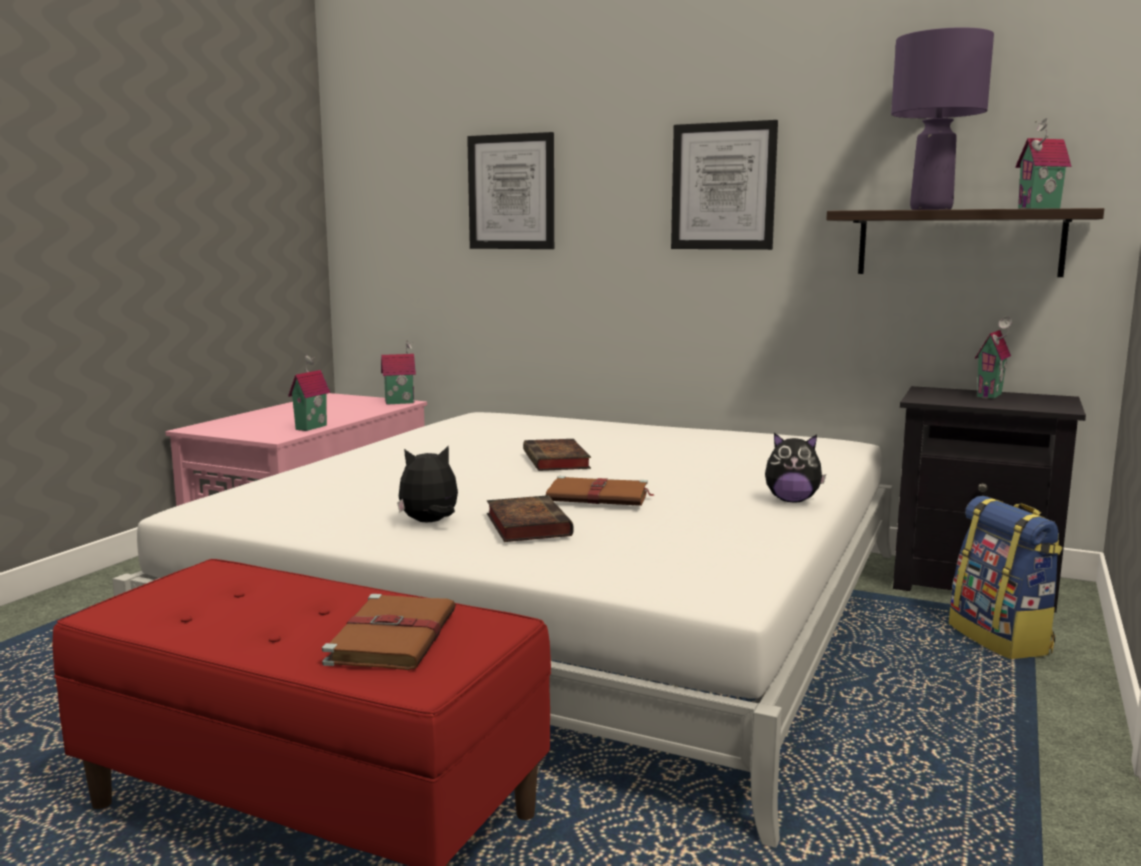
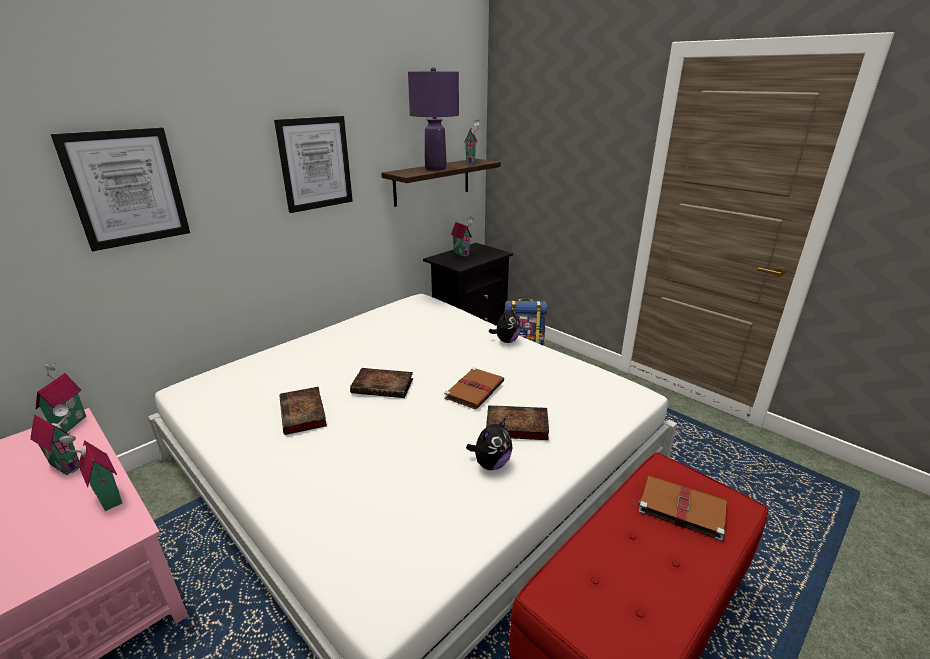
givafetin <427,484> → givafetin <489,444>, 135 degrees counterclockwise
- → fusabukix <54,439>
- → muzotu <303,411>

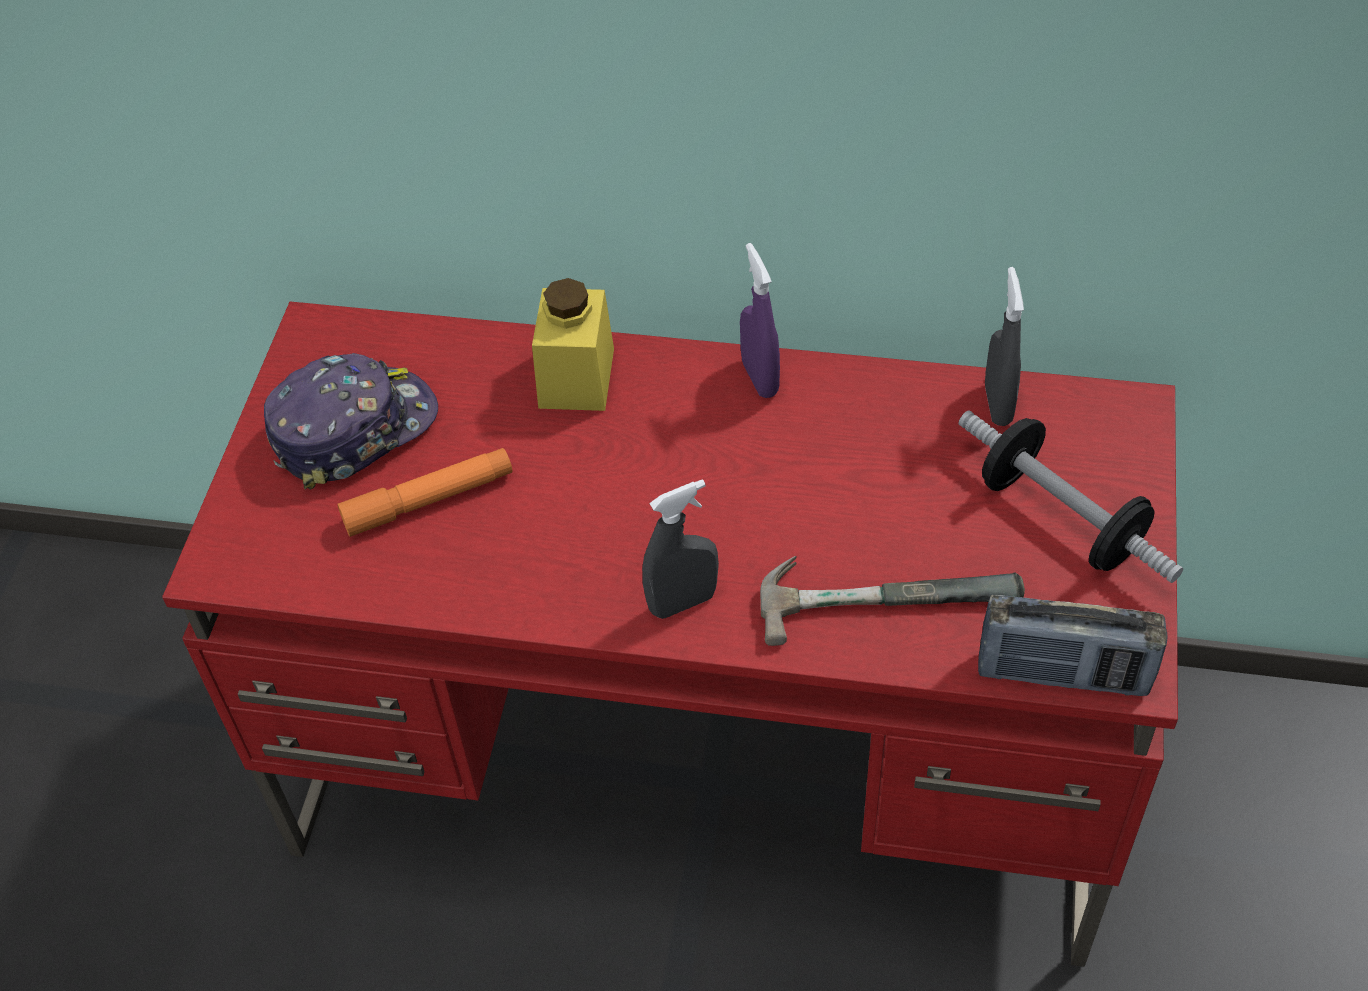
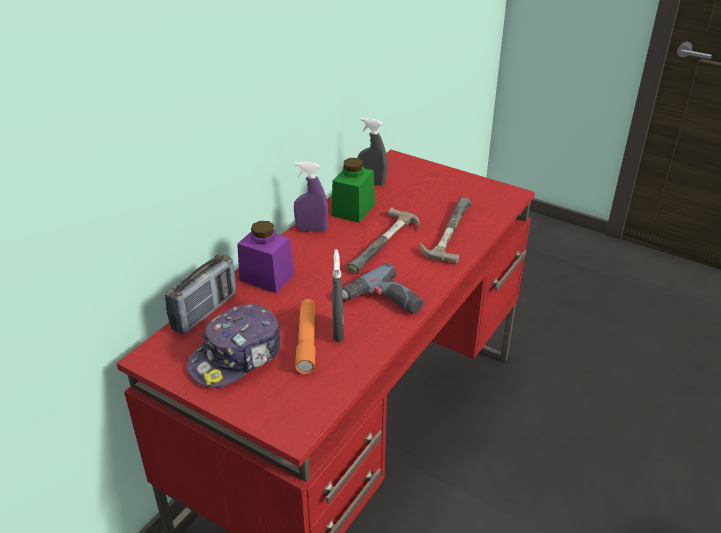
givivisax <351,421> → givivisax <234,346>, 120 degrees counterclockwise
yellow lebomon <573,344> → purple lebomon <266,257>
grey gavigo <680,549> → grey gavigo <338,295>, move
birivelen <1071,497> → -
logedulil <1072,645> → logedulil <200,294>, move
- → green lebomon <353,190>
- → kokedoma <382,288>
- → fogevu <383,241>

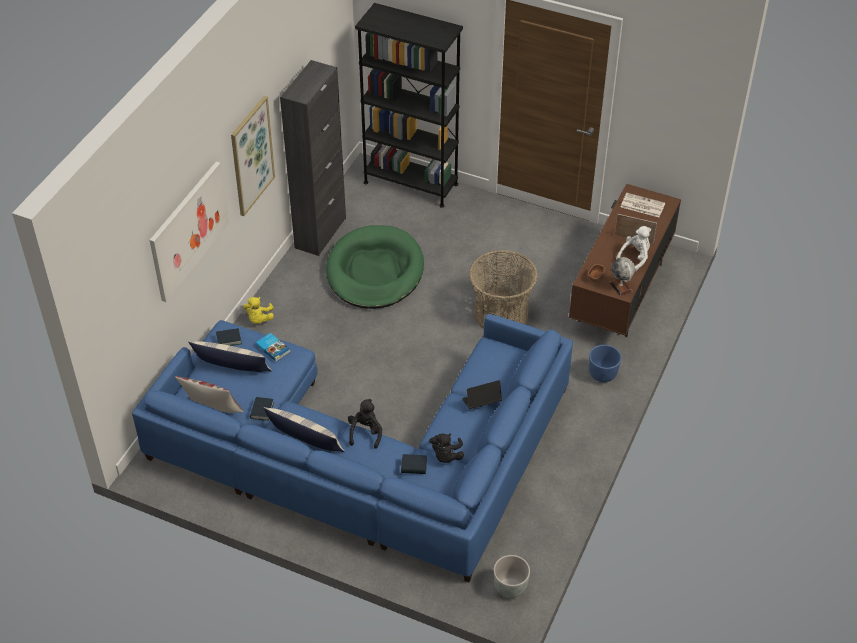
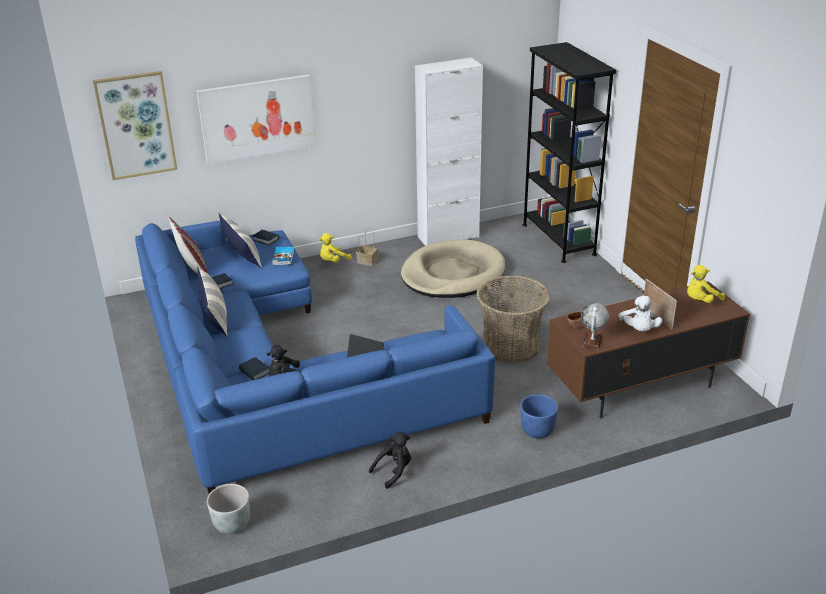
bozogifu <253,156> → bozogifu <135,125>, move
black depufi <313,158> → white depufi <449,151>
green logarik <375,267> → beige logarik <453,269>
black givafetin <365,424> → black givafetin <390,460>, move
white givafetin <633,249> → white givafetin <640,313>, 90 degrees clockwise
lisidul <643,205> → yellow givafetin <706,284>
- → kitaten <367,247>

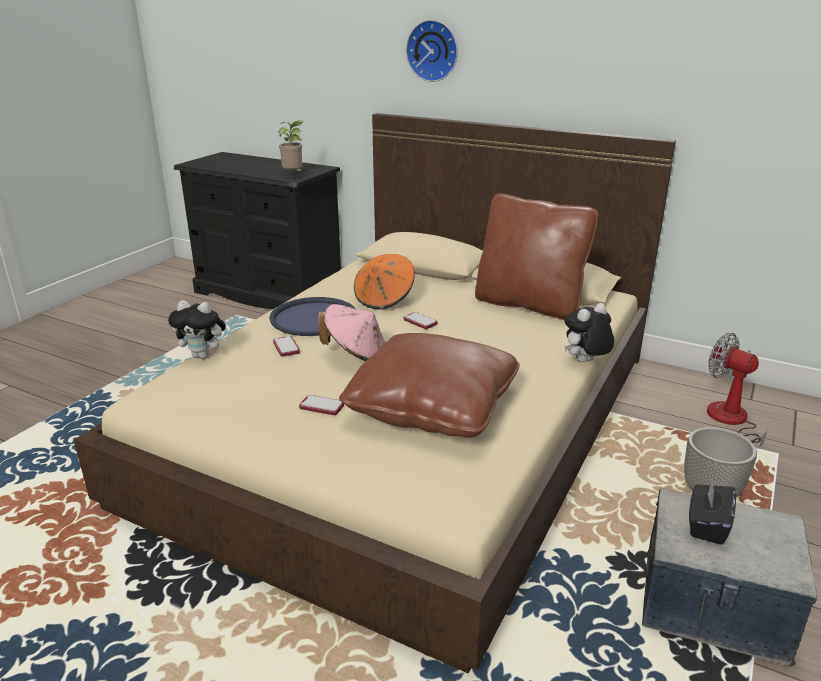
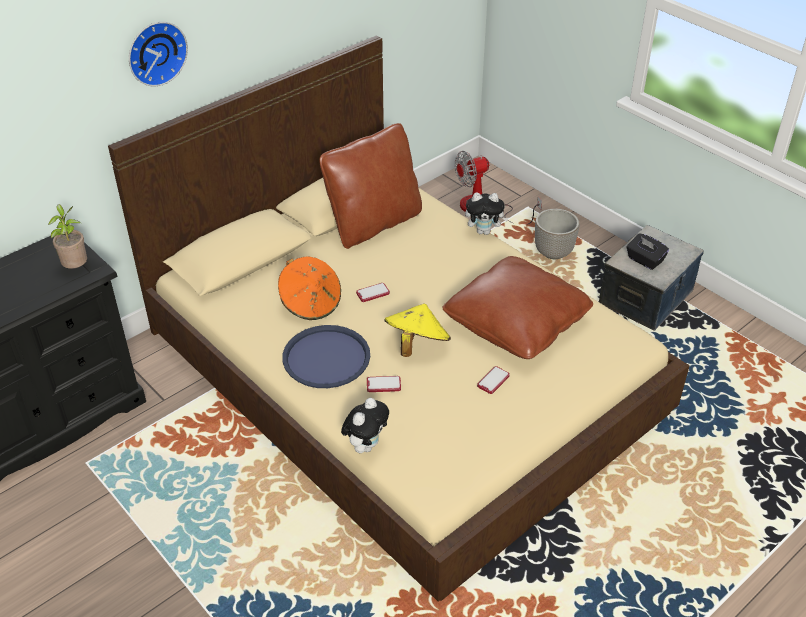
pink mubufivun <352,332> → yellow mubufivun <418,330>
givafetin <589,332> → givafetin <487,213>, 75 degrees counterclockwise

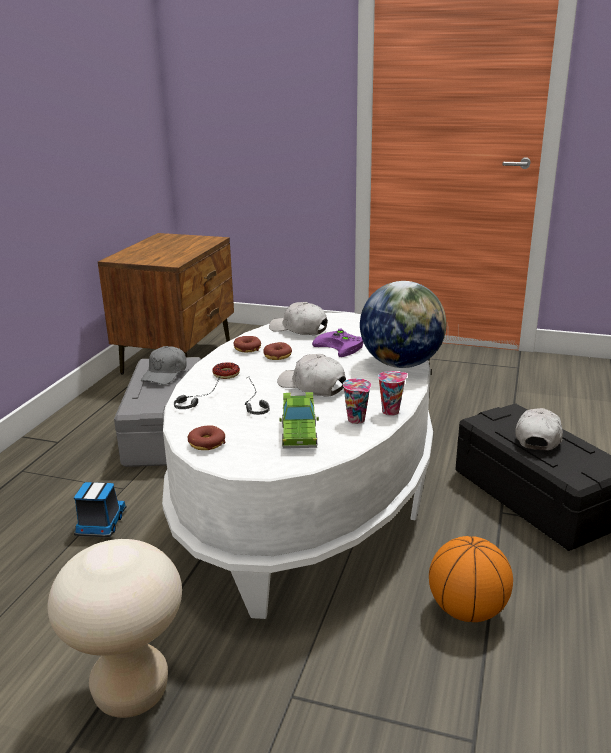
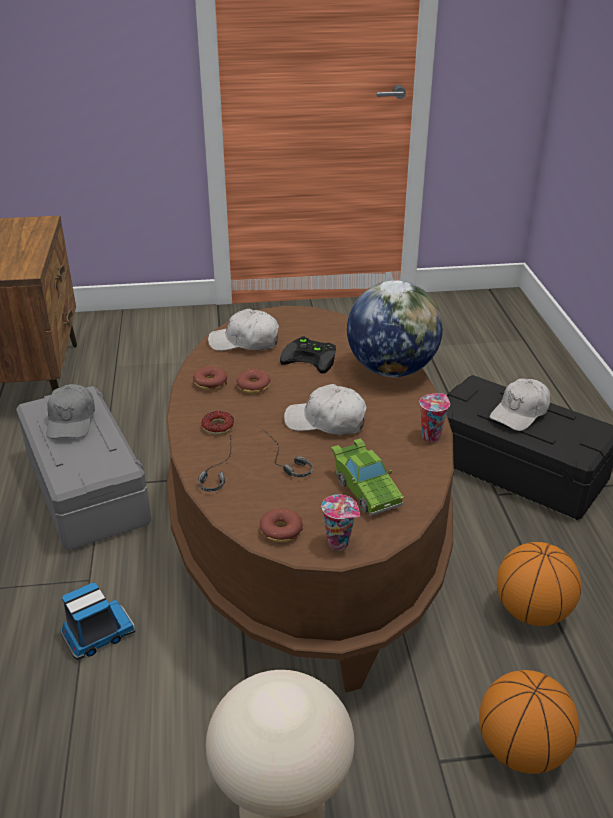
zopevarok <100,509> → zopevarok <97,621>, 75 degrees clockwise
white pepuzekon <297,466> → brown pepuzekon <310,499>
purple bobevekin <337,342> → black bobevekin <308,354>
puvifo <357,401> → puvifo <341,522>, move
white givivisax <539,429> → white givivisax <520,404>, 135 degrees counterclockwise
- → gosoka <529,722>

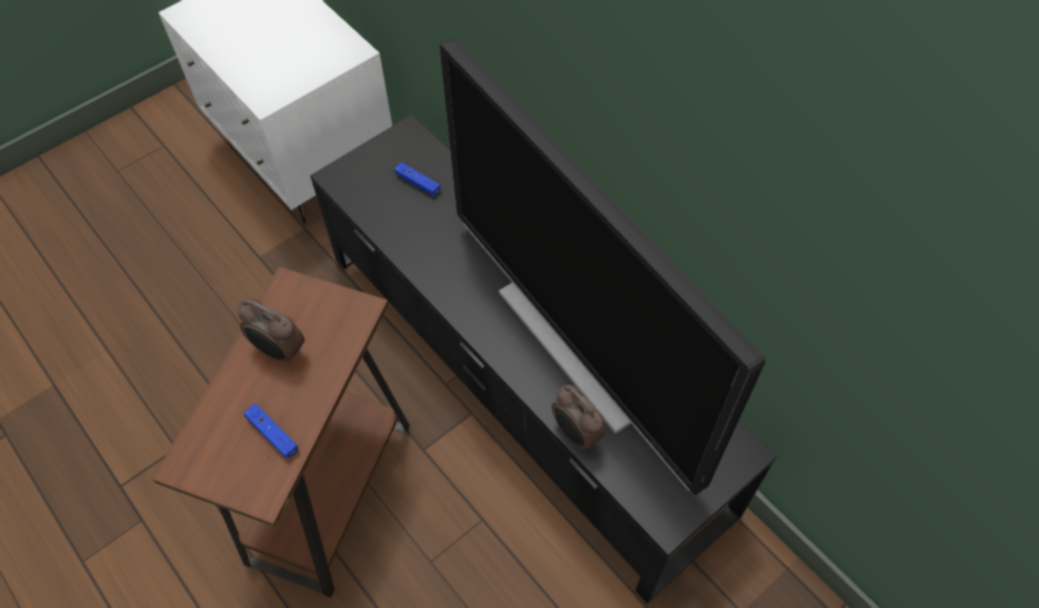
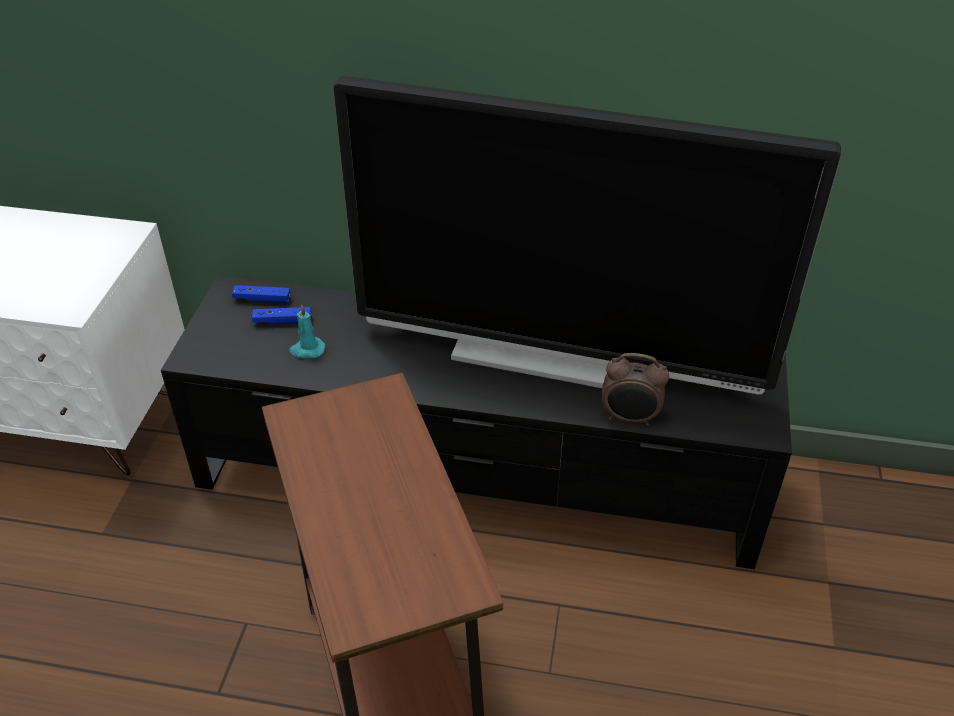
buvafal <271,332> → -
blue bobevekin <271,431> → blue bobevekin <261,294>, move
- → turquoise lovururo <307,331>

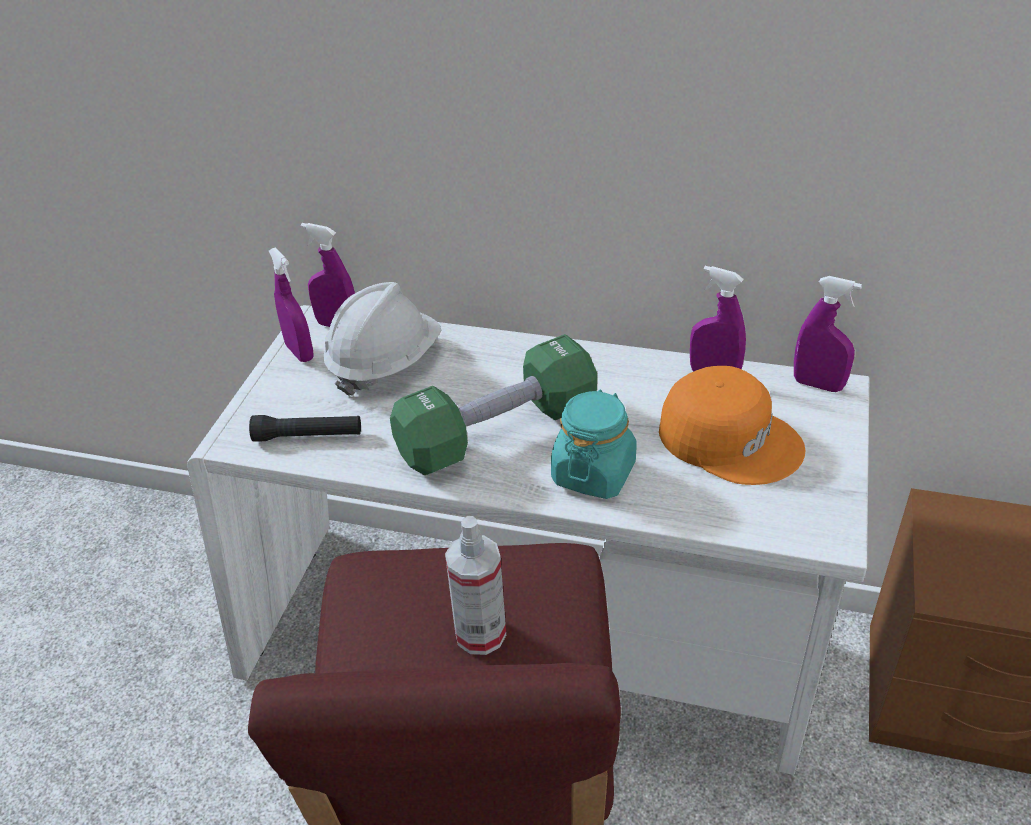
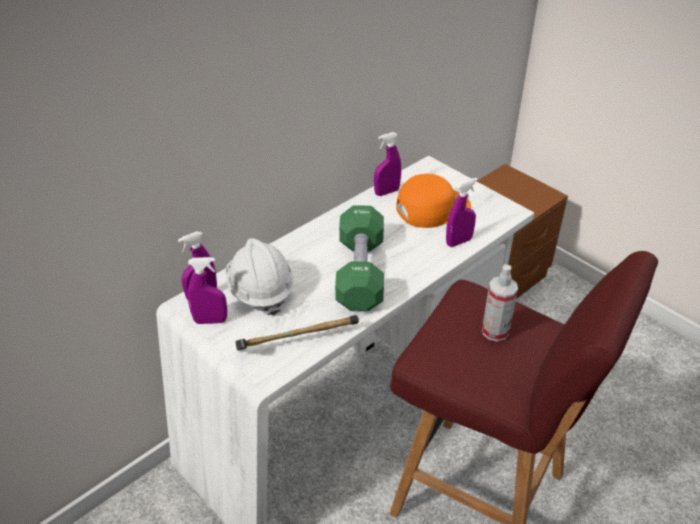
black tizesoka <305,428> → fogevu <297,332>
turquoise lebomon <594,444> → -
purple gavigo <828,334> → purple gavigo <462,212>, move

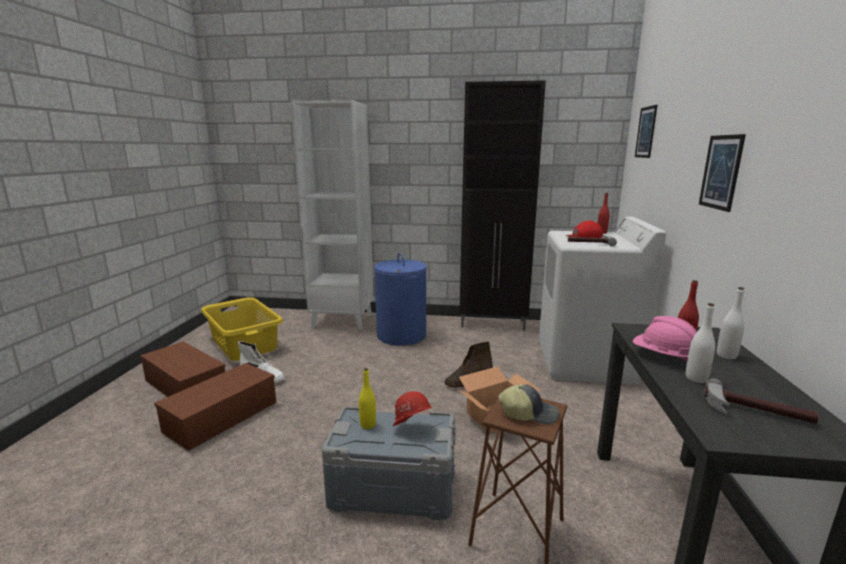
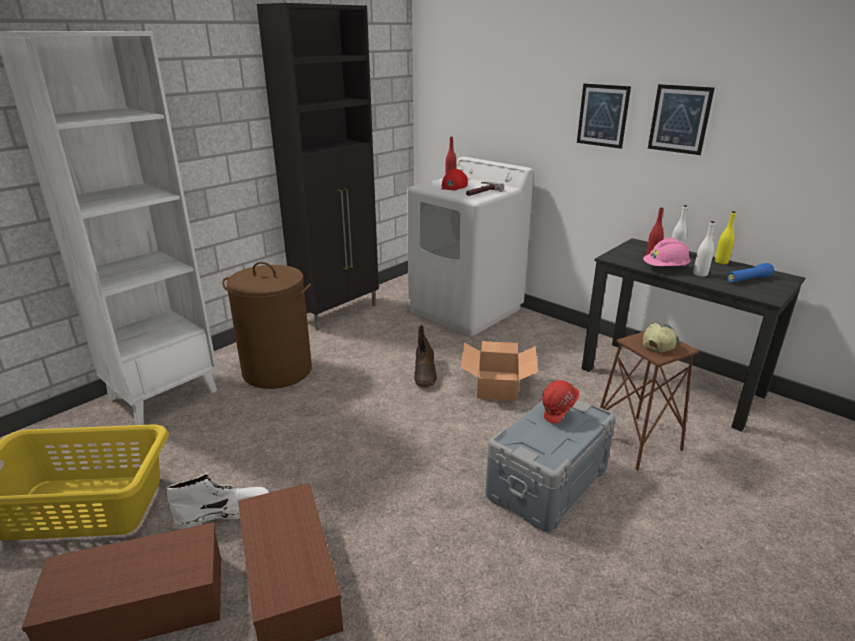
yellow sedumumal <367,398> → yellow sedumumal <725,237>, move
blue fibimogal <400,299> → brown fibimogal <267,325>
bozogifu <646,131> → bozogifu <681,119>, move
fogevu <761,401> → blue tizesoka <751,272>

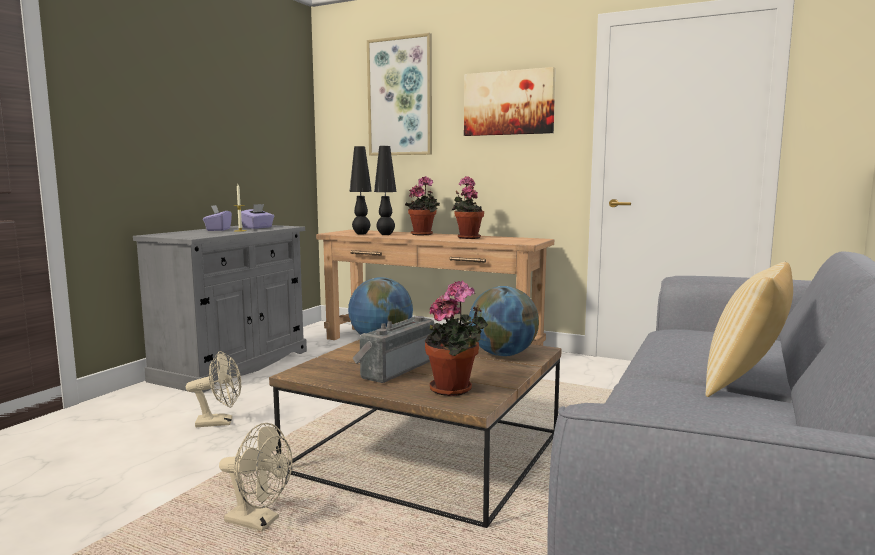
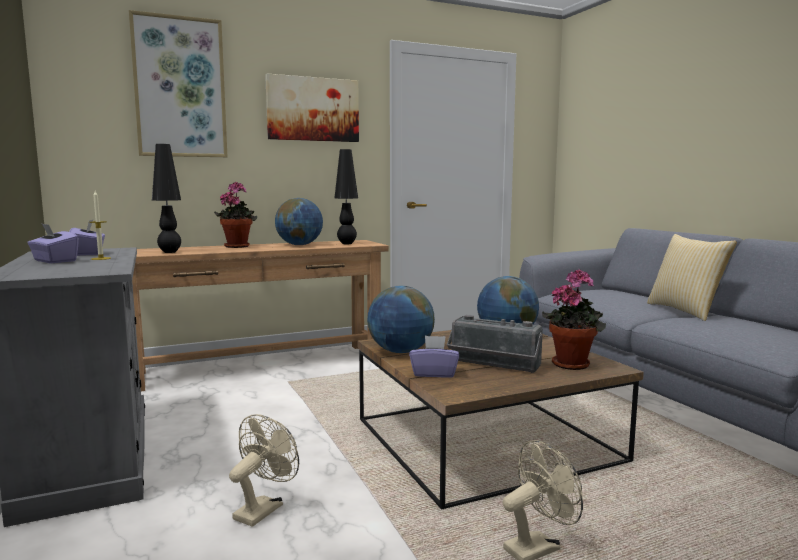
logedulil <393,349> → logedulil <495,344>, 45 degrees counterclockwise
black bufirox <385,190> → black bufirox <346,196>, move
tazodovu <468,207> → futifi <299,221>
- → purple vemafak <434,357>

